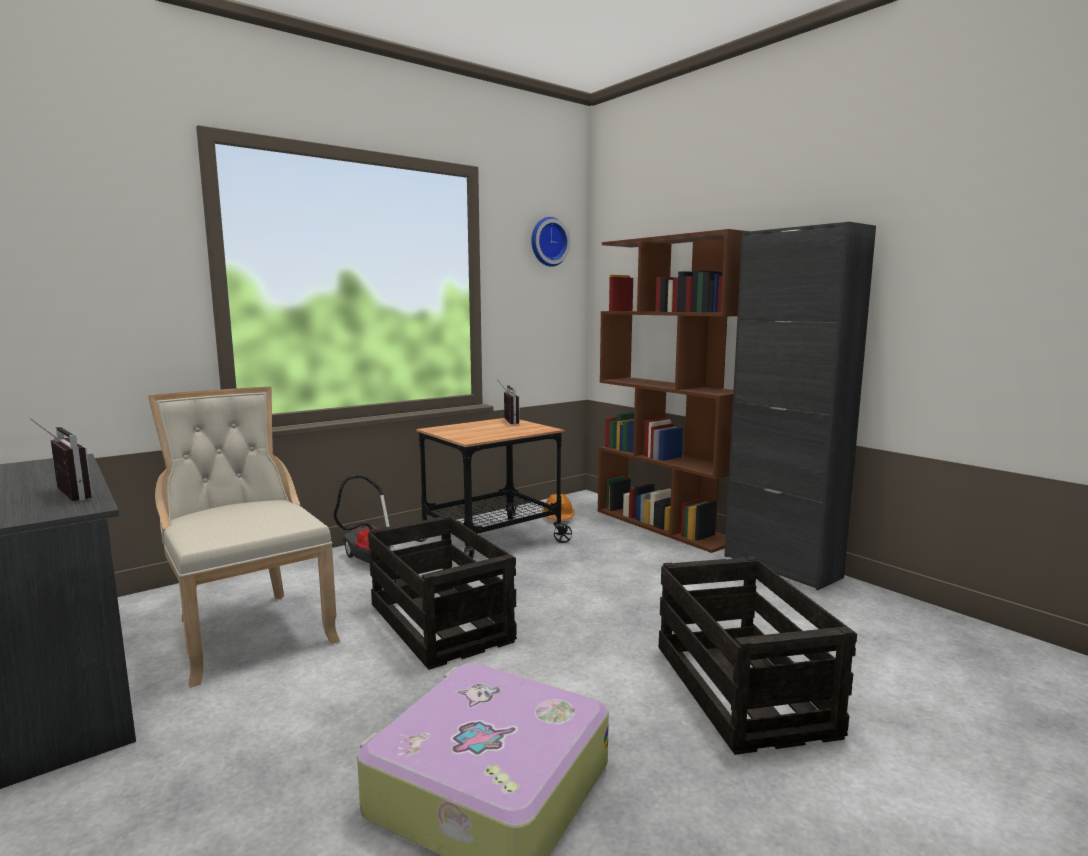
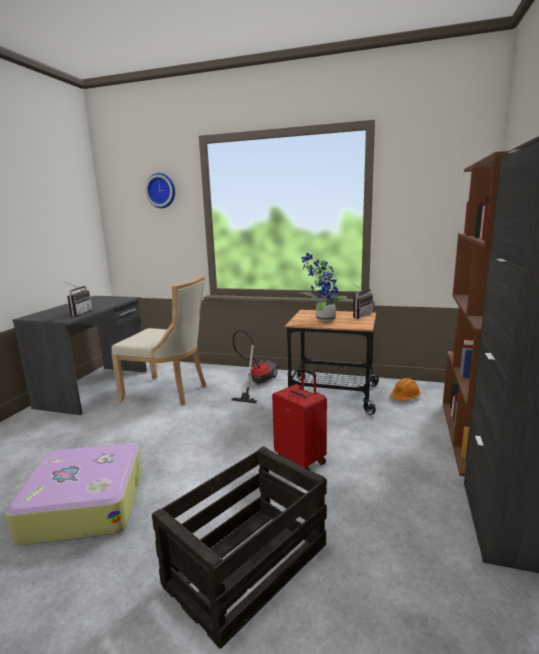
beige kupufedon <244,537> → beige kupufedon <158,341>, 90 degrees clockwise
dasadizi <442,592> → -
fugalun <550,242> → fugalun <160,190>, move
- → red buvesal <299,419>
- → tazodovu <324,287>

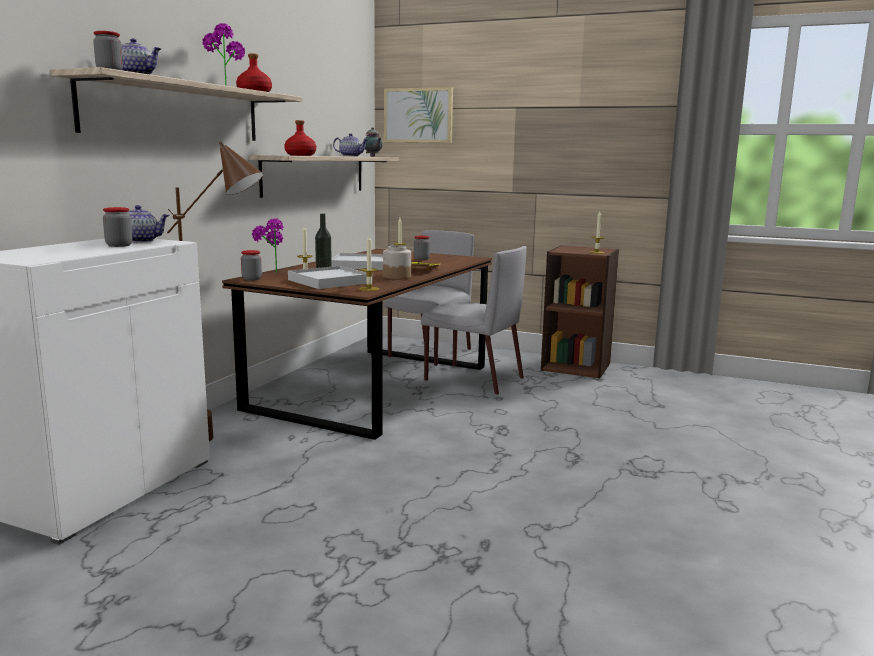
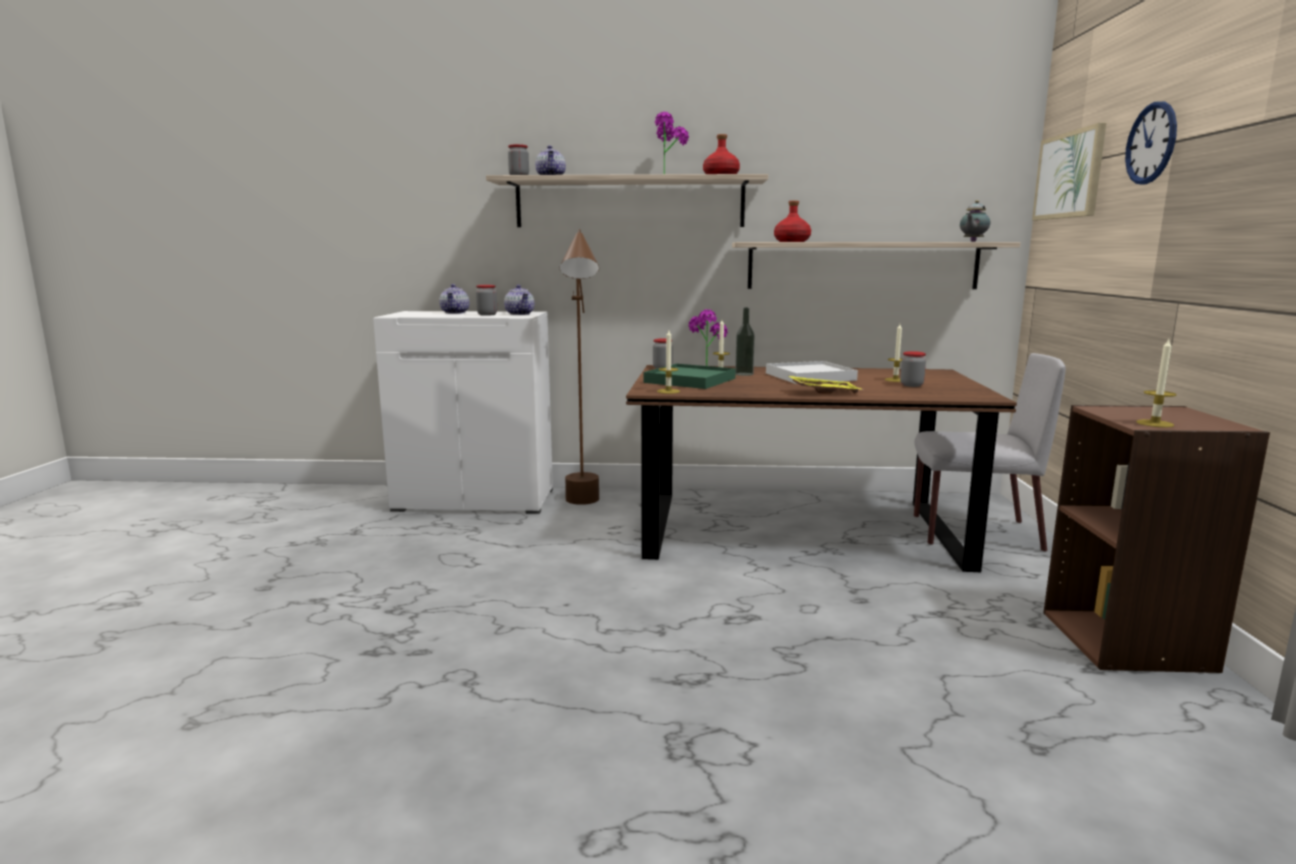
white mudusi <327,277> → green mudusi <689,376>
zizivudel <350,145> → zizivudel <454,299>, move
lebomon <397,262> → -
grey kupufedon <474,320> → -
- → fugalun <1151,143>

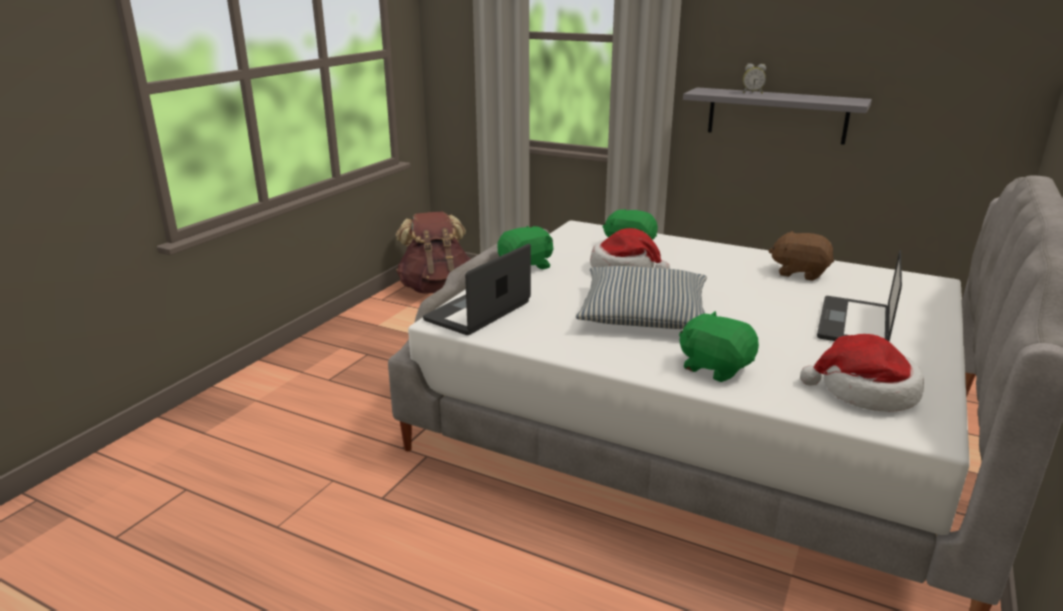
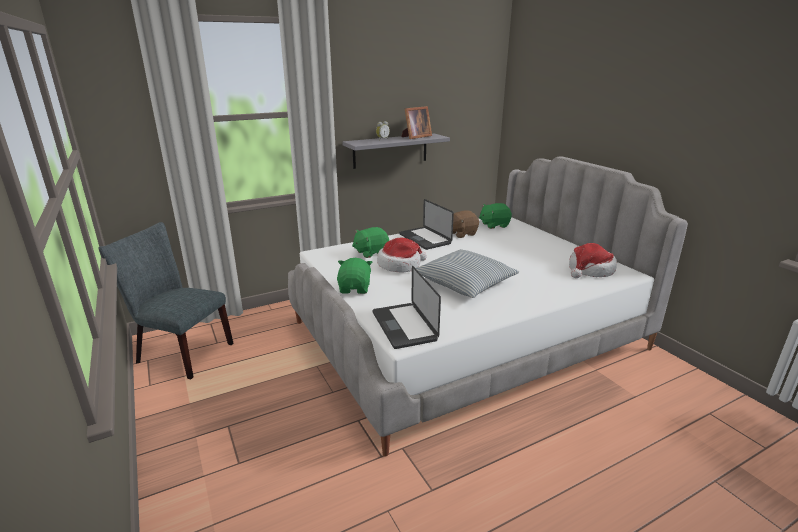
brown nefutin <433,253> → grey kupufedon <165,300>
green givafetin <719,346> → green givafetin <495,216>, move
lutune <859,296> → lutune <426,224>, move
- → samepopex <416,122>

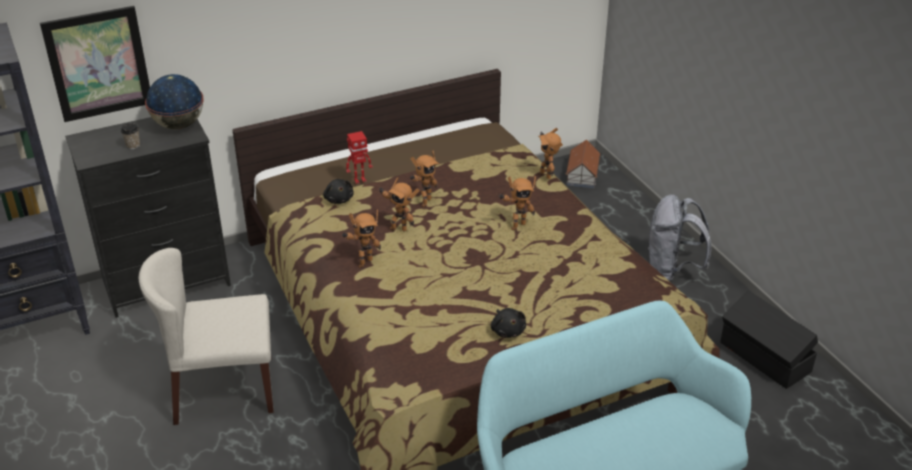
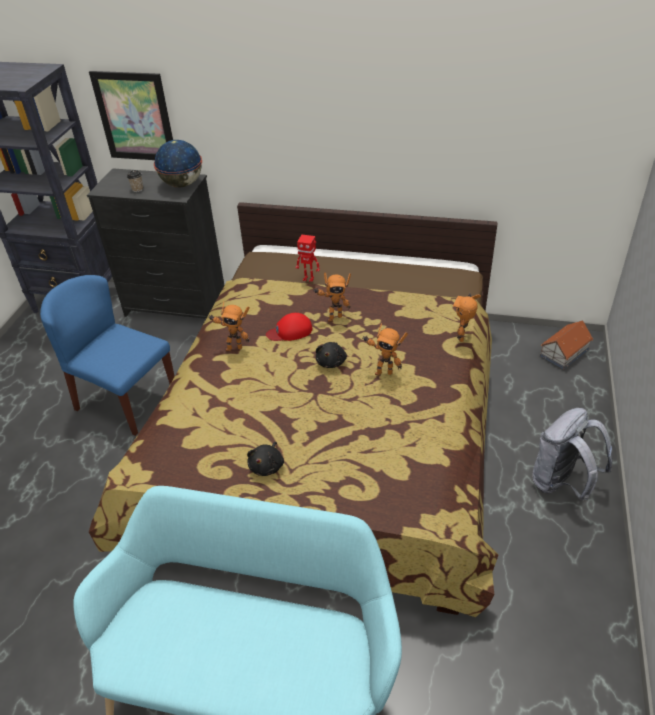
beige kupufedon <206,336> → blue kupufedon <107,355>
black givafetin <338,191> → black givafetin <331,355>, move
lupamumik <399,204> → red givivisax <289,327>
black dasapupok <769,339> → -

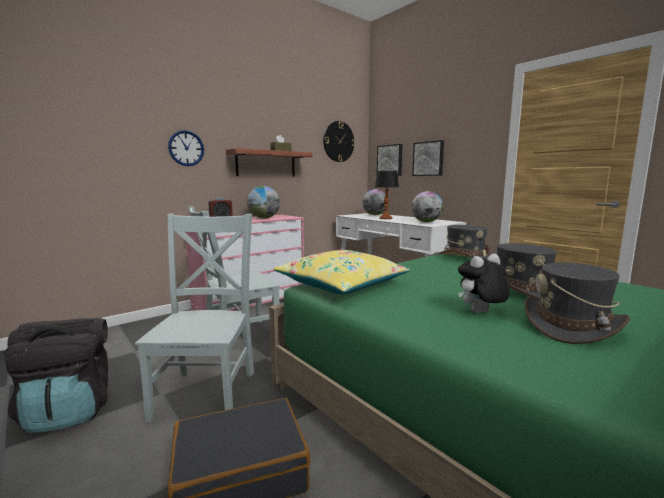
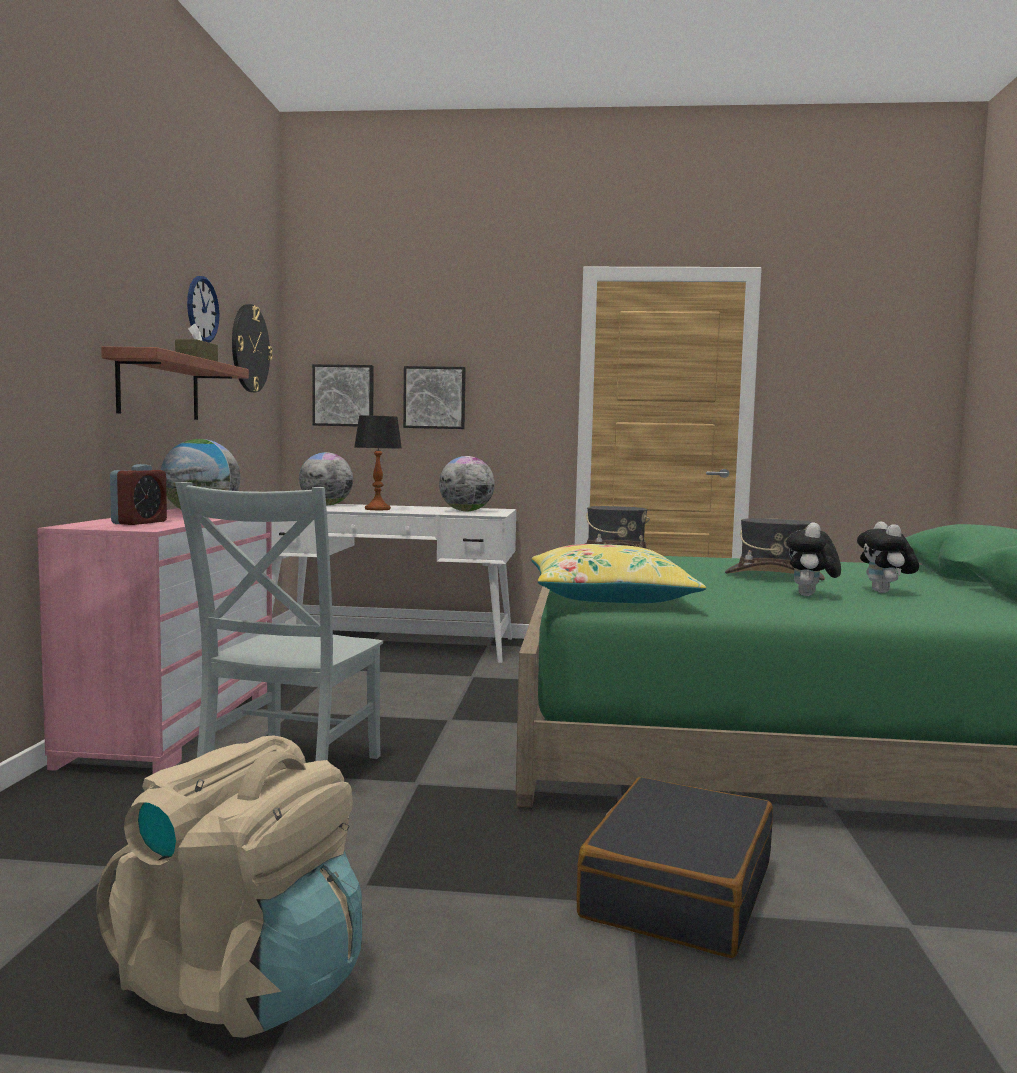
black nefutin <56,375> → beige nefutin <229,886>
grey kupufedon <194,318> → -
fugalun <186,148> → fugalun <203,309>, move
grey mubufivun <577,303> → givafetin <888,557>

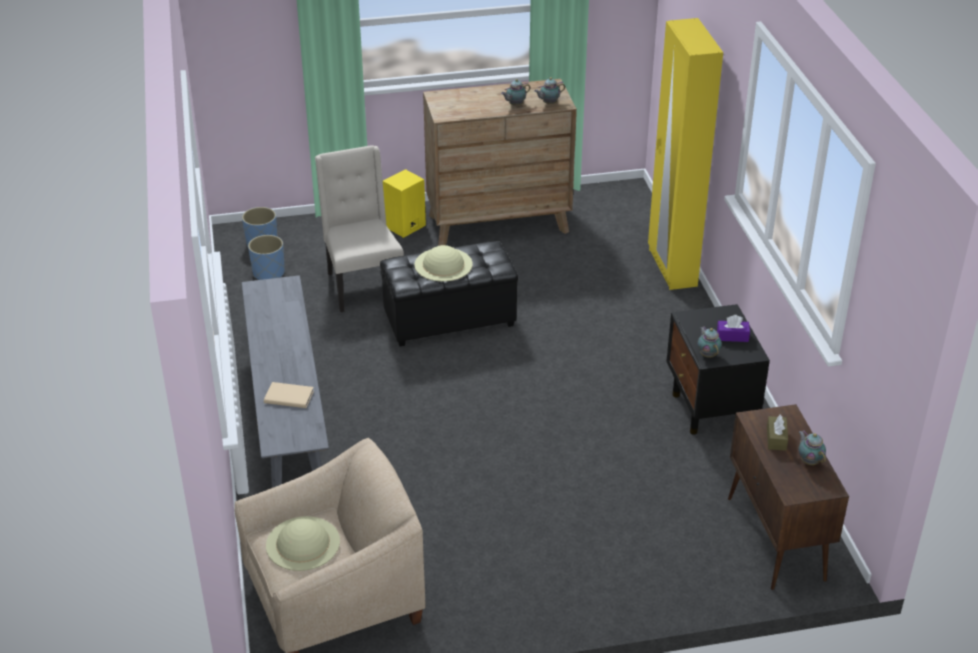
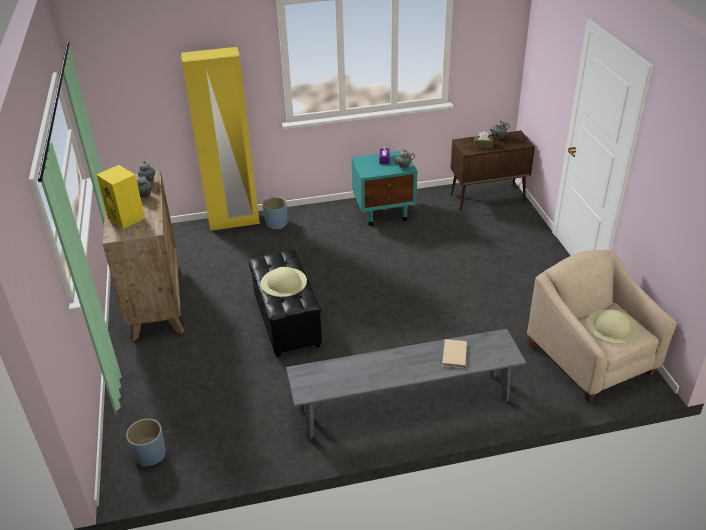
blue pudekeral <266,257> → blue pudekeral <275,213>, move
beige kupufedon <359,228> → -
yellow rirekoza <404,203> → yellow rirekoza <120,197>, move
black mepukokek <718,369> → turquoise mepukokek <384,188>

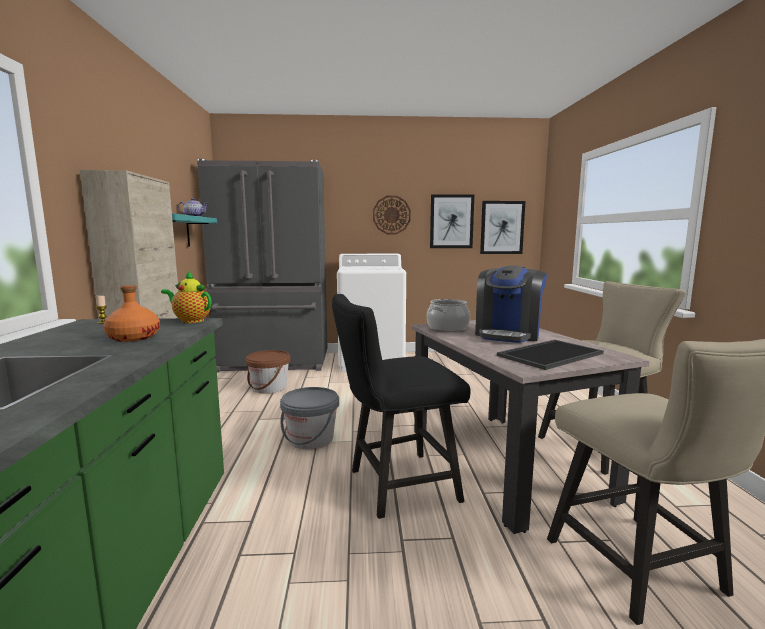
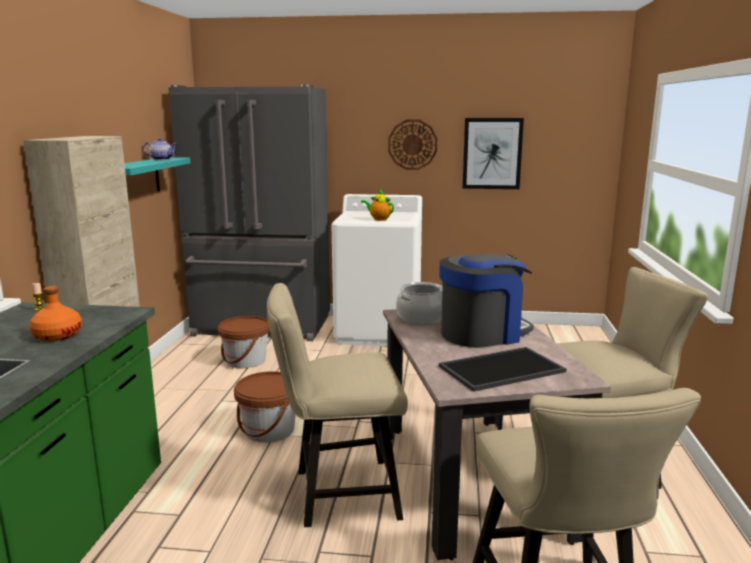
zizivudel <186,297> → zizivudel <377,205>, move
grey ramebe <309,418> → brown ramebe <265,407>
black kupufedon <401,406> → beige kupufedon <337,405>
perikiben <511,304> → perikiben <487,301>, 150 degrees counterclockwise
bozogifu <502,227> → -

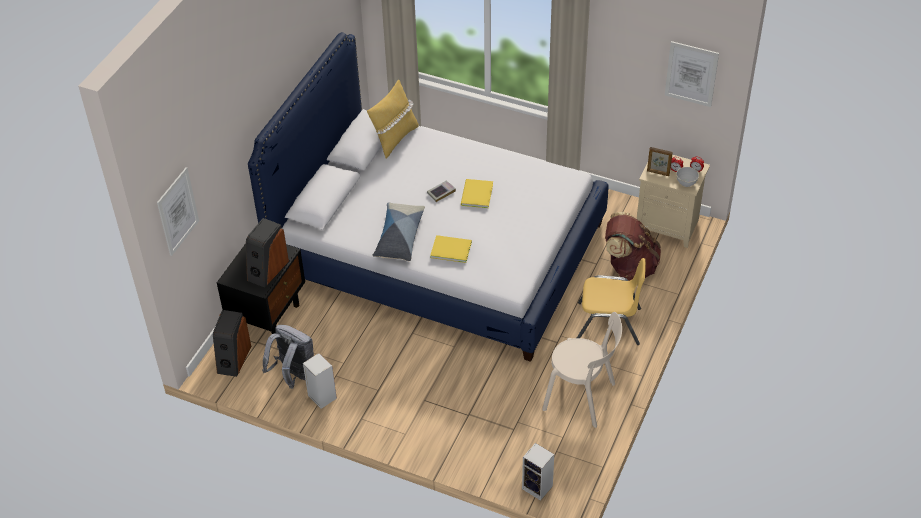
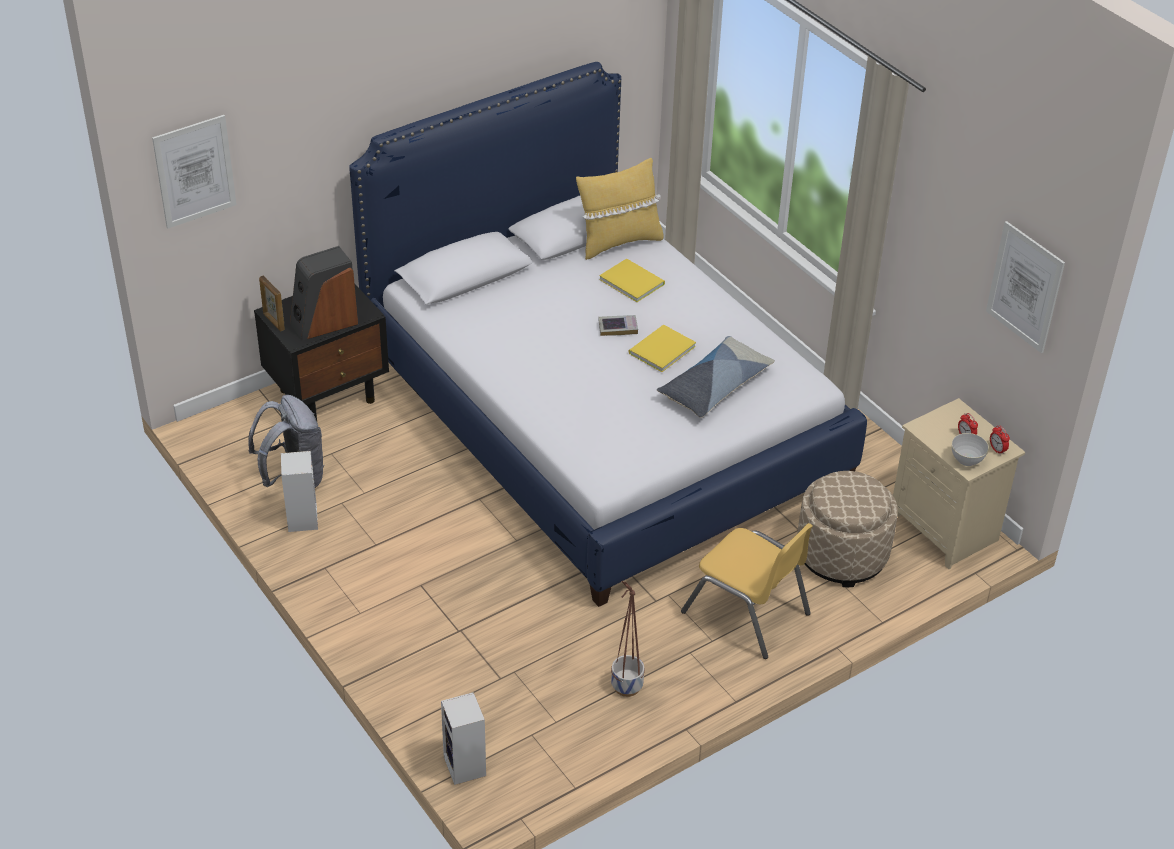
rirekoza <232,343> → -
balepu <398,231> → balepu <716,377>, move
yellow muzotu <451,249> → yellow muzotu <632,280>, move
beige kupufedon <582,370> → pudekeral <628,639>
brown nefutin <633,246> → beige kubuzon <847,529>
samepopex <660,161> → samepopex <272,303>, move

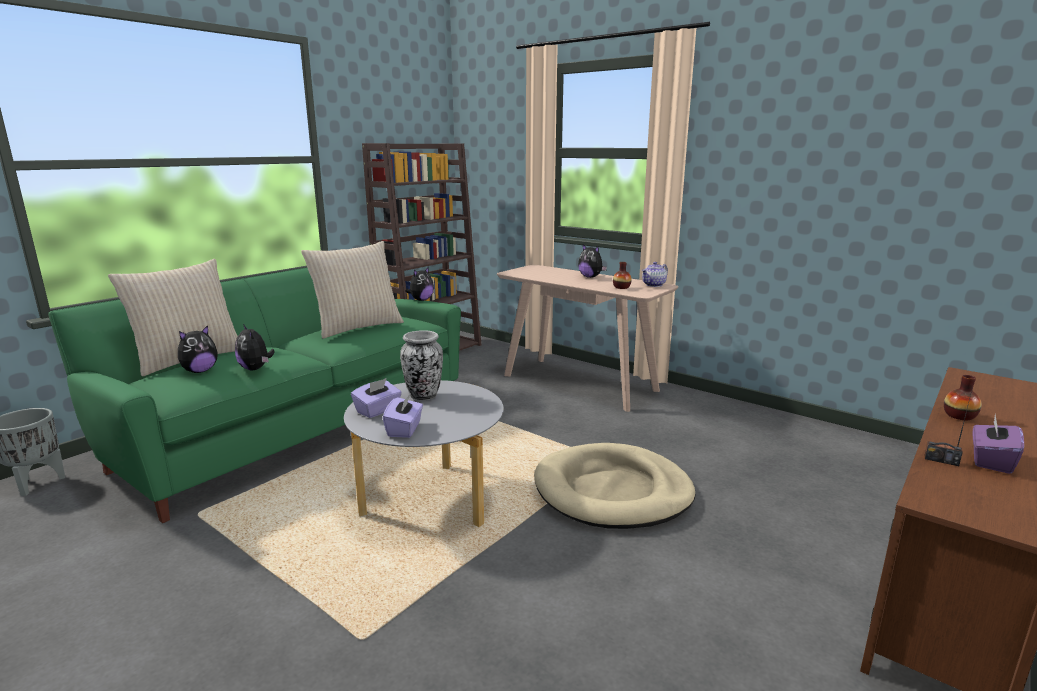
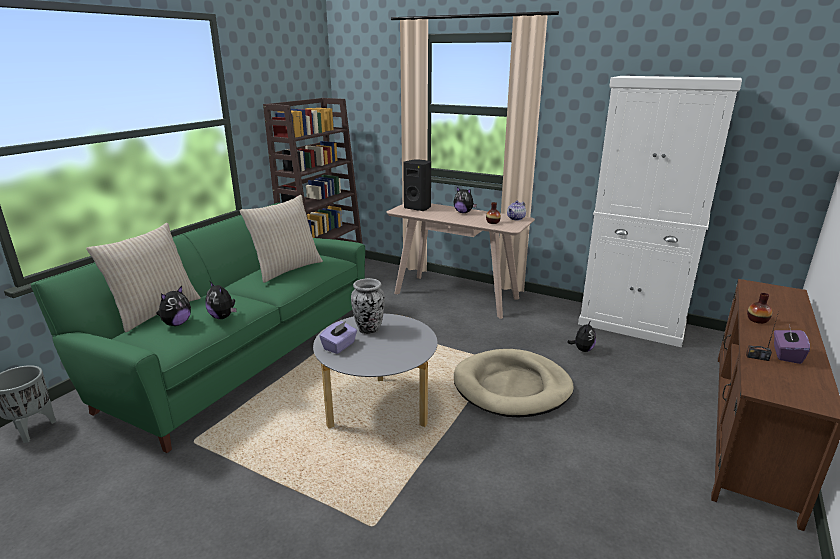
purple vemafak <403,415> → -
givafetin <420,284> → givafetin <581,336>, move
- → black rirekoza <417,185>
- → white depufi <660,211>

